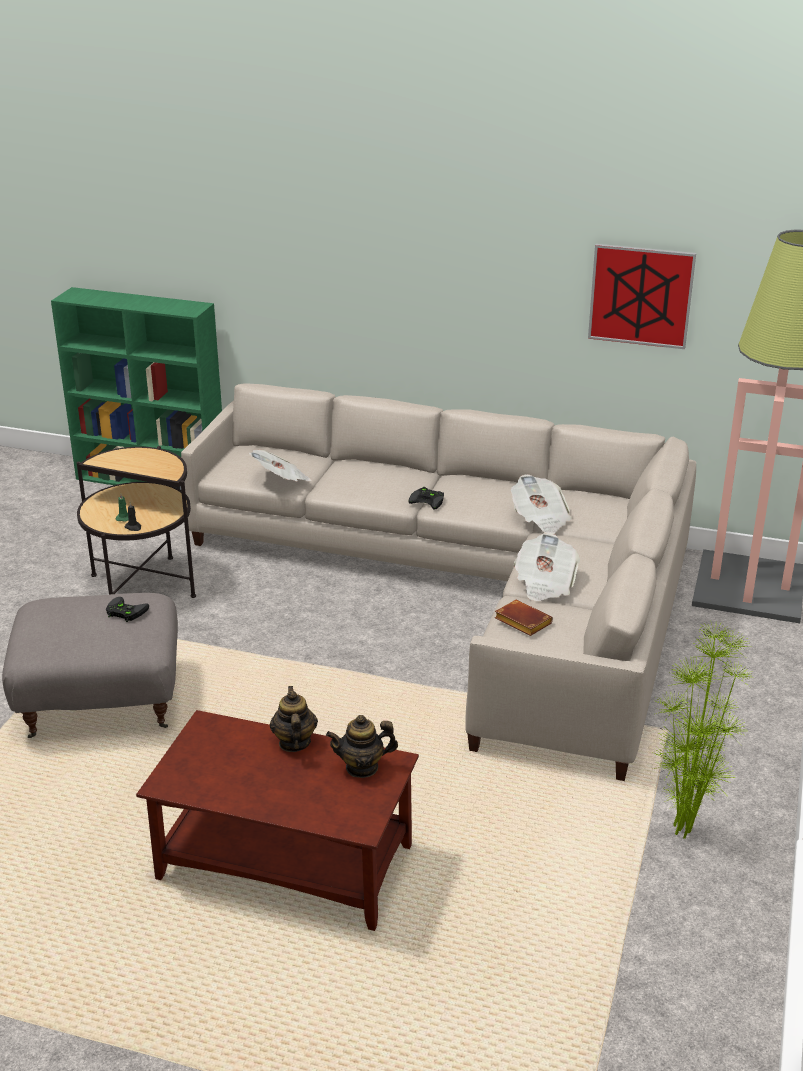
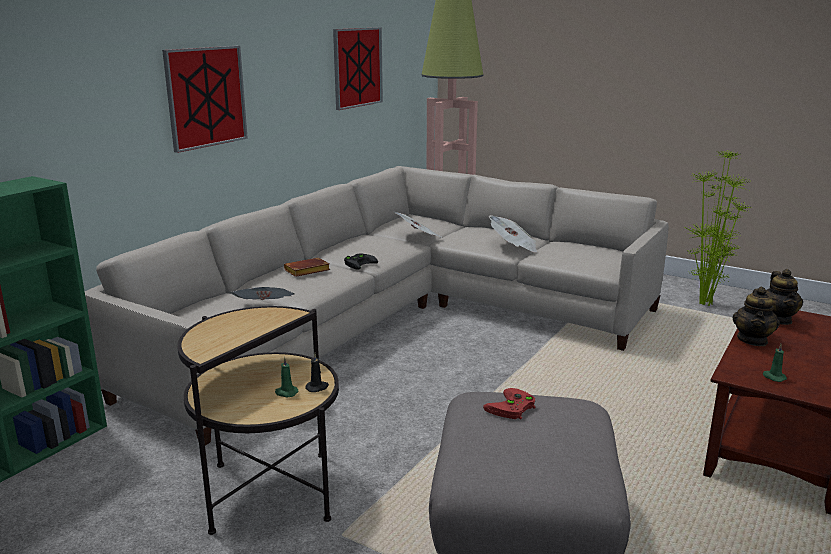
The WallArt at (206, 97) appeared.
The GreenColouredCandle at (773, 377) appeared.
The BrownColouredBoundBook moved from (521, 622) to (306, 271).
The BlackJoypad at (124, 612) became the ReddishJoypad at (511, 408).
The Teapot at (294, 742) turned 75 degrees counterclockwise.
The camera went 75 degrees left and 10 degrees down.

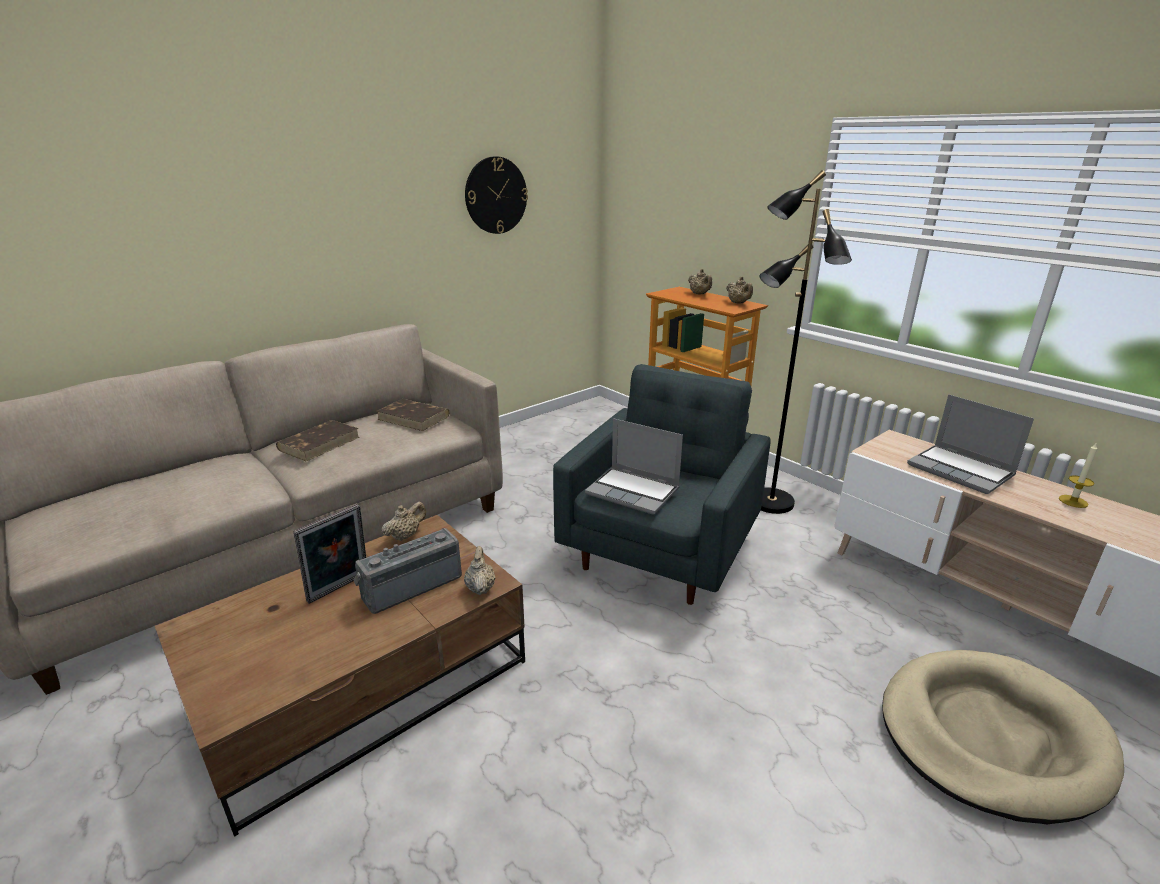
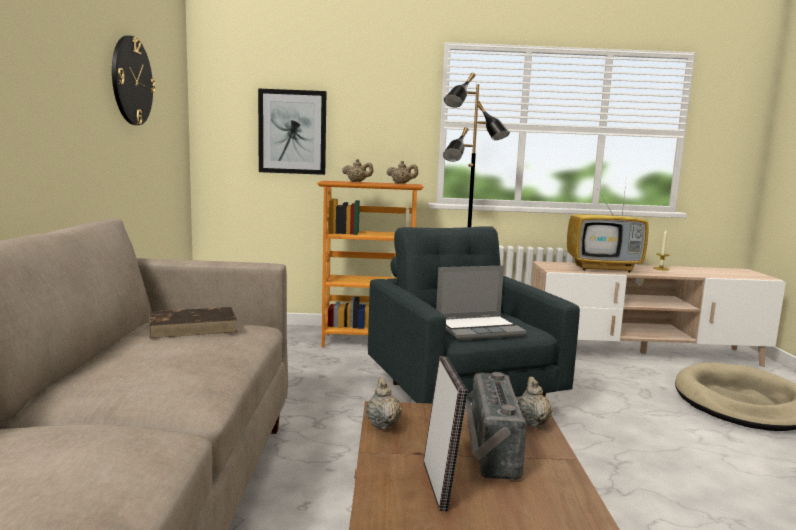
The BrownColouredBoundBook at (320, 443) disappeared.
The WallArt at (292, 132) appeared.
The Laptop at (961, 471) was replaced by the Tv at (604, 268).
The SandColouredTeapot at (480, 588) turned 60 degrees clockwise.
The camera went 50 degrees left and 15 degrees down.

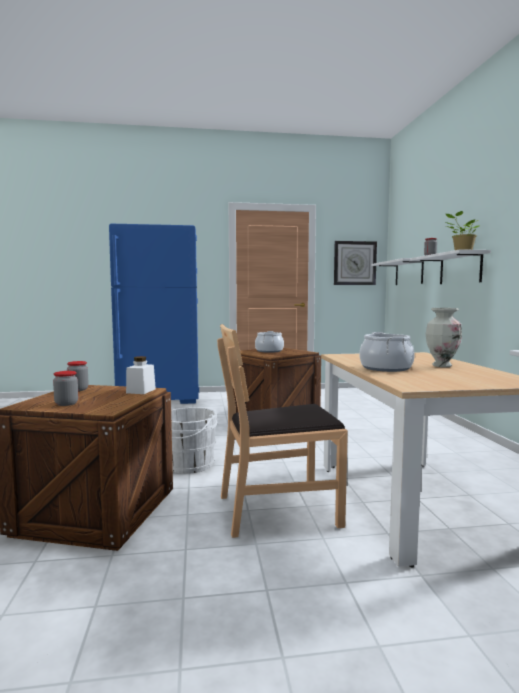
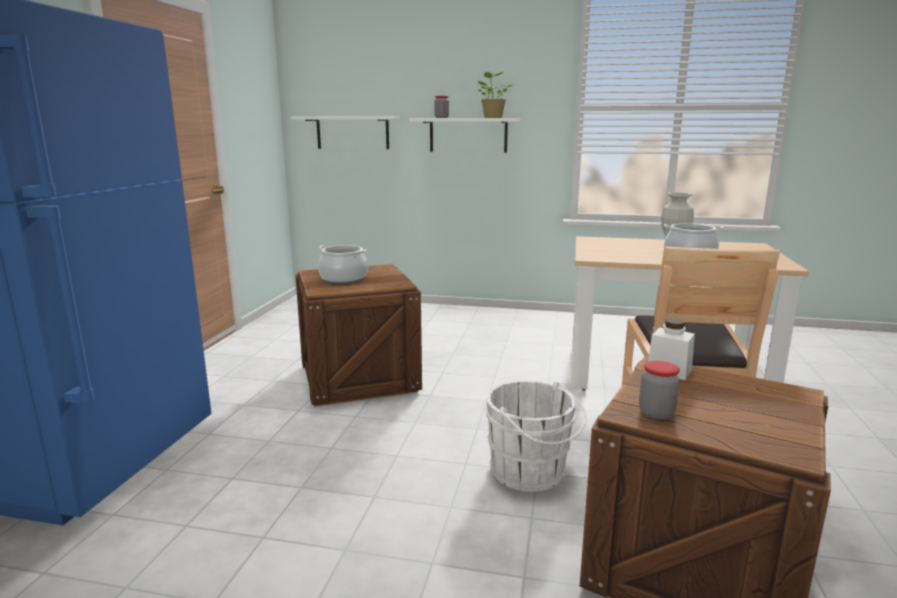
The StorageJar at (66, 404) disappeared.
The ClockOnTheWall at (354, 263) disappeared.
The camera went 70 degrees left and 10 degrees up.

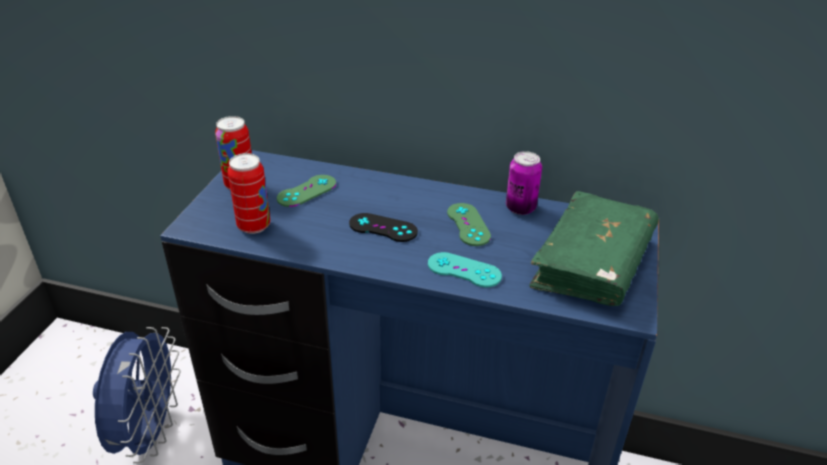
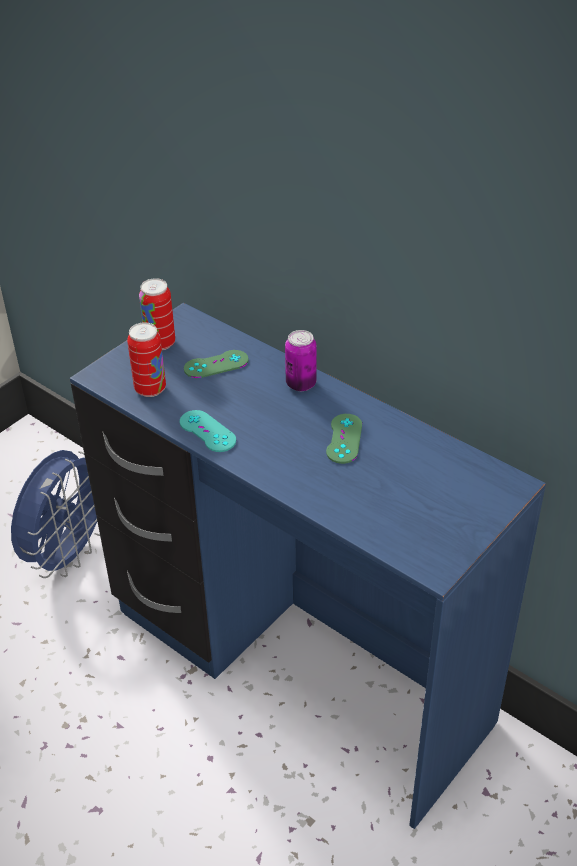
The BlackJoypad at (383, 228) disappeared.
The GreenColouredBoundBook at (592, 263) disappeared.
The BlueGreenJoypad moved from (464, 270) to (207, 431).
The MetalCan moved from (520, 208) to (301, 384).
The camera went 25 degrees right and 5 degrees up.

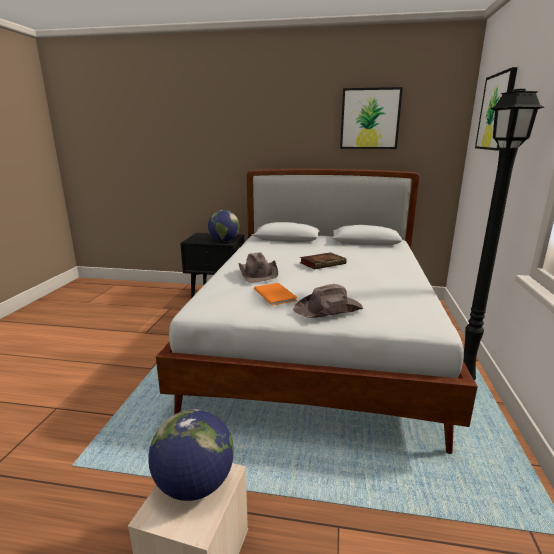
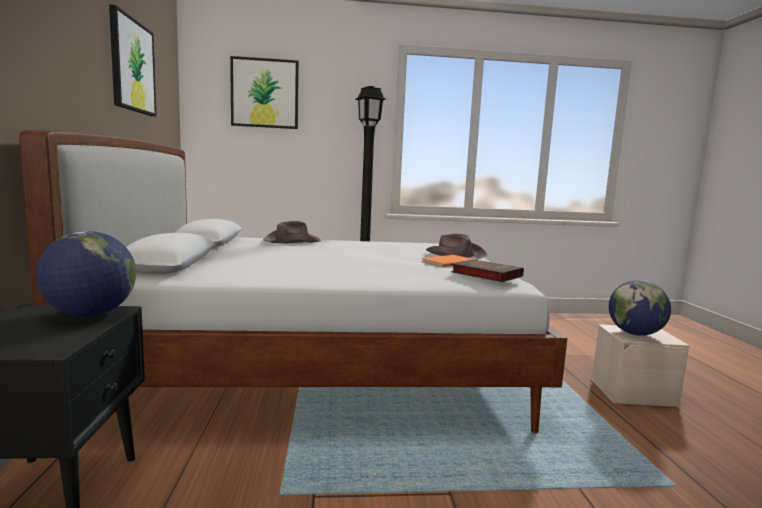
The BrownColouredClothingHat moved from (258, 273) to (291, 241).
The BoundBook moved from (323, 263) to (484, 274).
The camera went 105 degrees left and 10 degrees down.

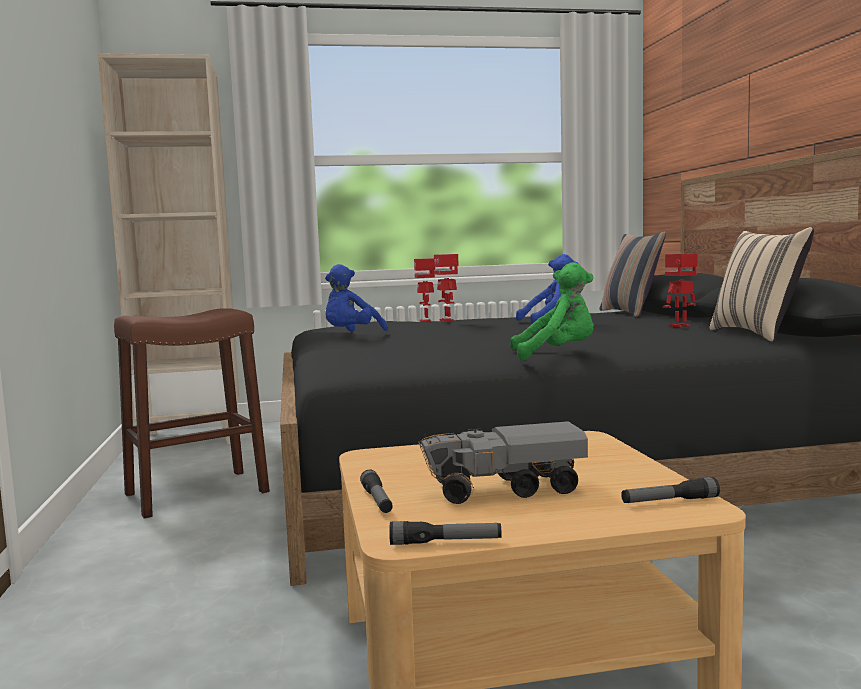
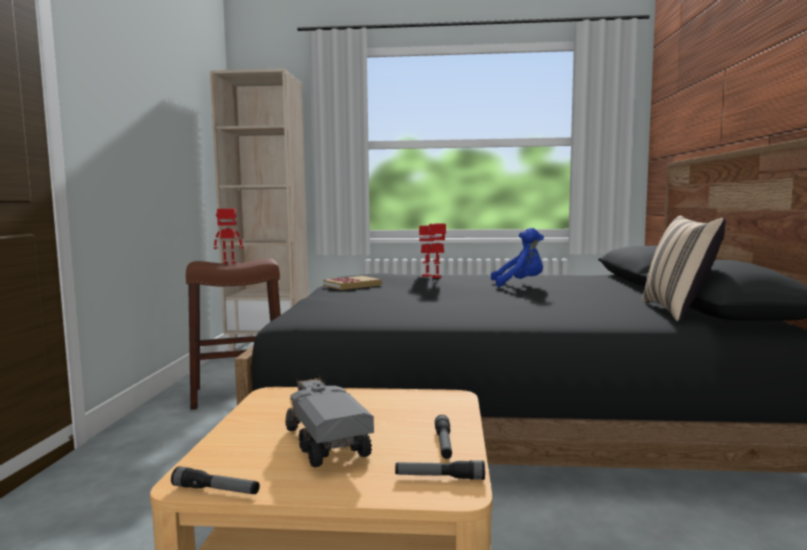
The GreenColouredPlushToy at (557, 355) disappeared.
The ThrowPillow at (630, 313) disappeared.
The HandTorch moved from (377, 501) to (444, 444).
The ToyRobot moved from (680, 326) to (229, 263).
The BlueColouredPlushToy at (351, 335) was replaced by the BoundBook at (352, 285).
The ToyTruck at (505, 489) turned 60 degrees clockwise.
The camera went 15 degrees right and 0 degrees up.

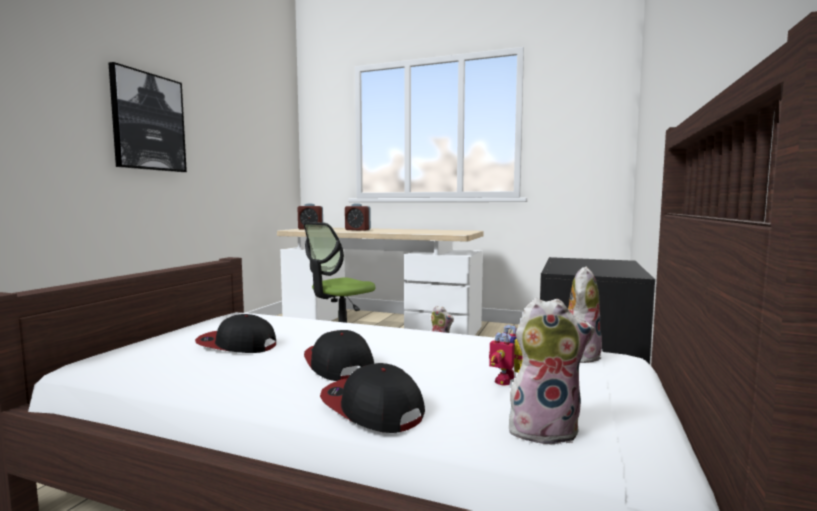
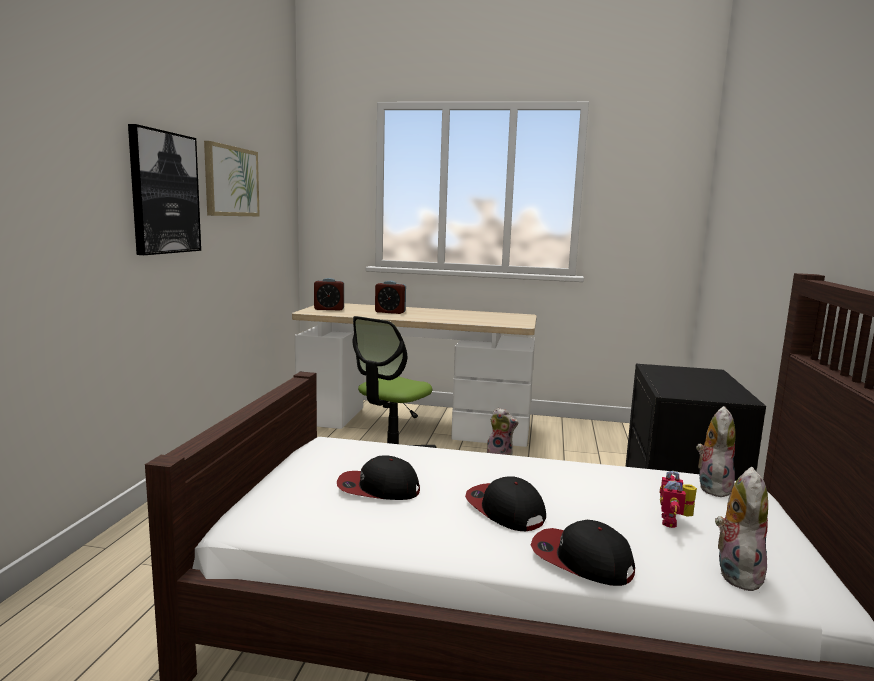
The WallArt at (231, 181) appeared.
The PlushToy at (544, 429) turned 60 degrees counterclockwise.
The camera went 10 degrees left and 5 degrees up.

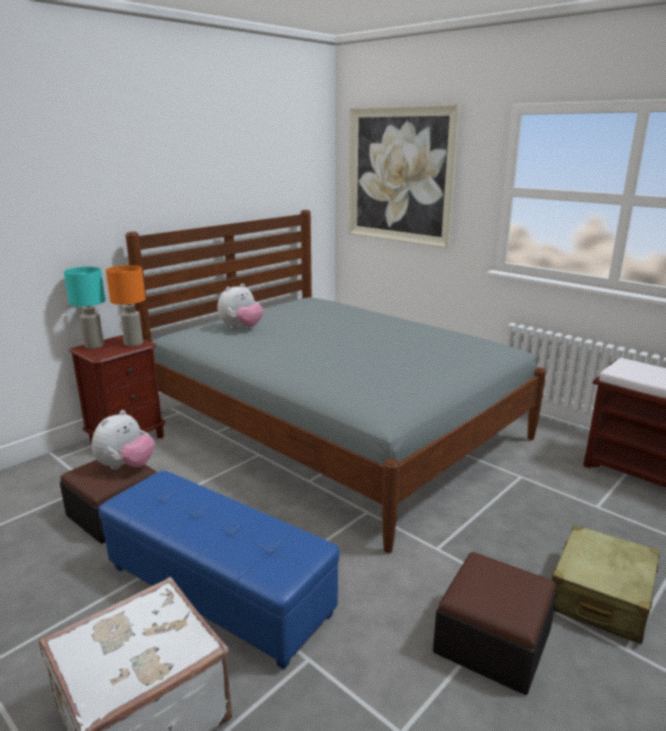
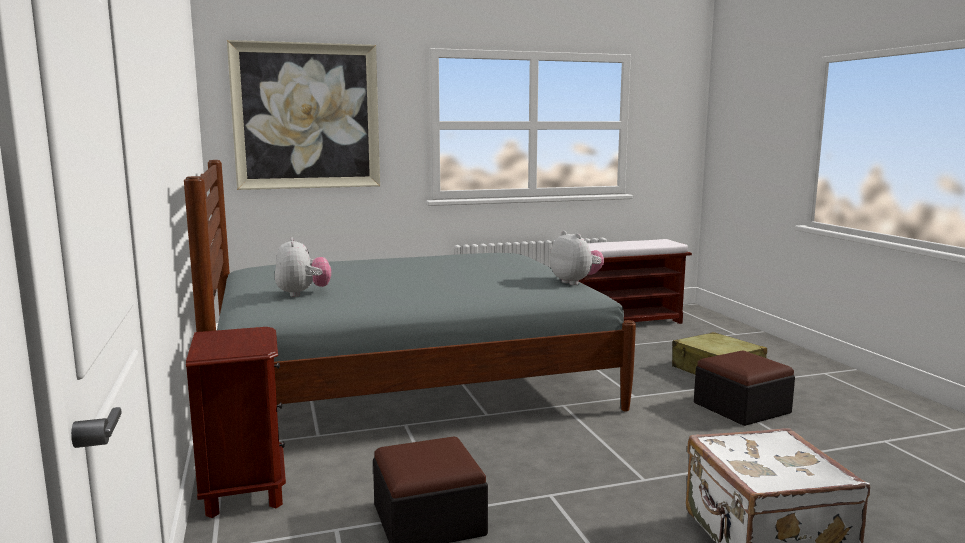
The BlueGreenTabletopLamp at (94, 346) disappeared.
The BlueColouredOttoman at (220, 590) disappeared.
The OrangeyTabletopLamp at (133, 344) disappeared.
The PlushToy moved from (126, 466) to (575, 282).
The camera went 60 degrees left and 10 degrees down.

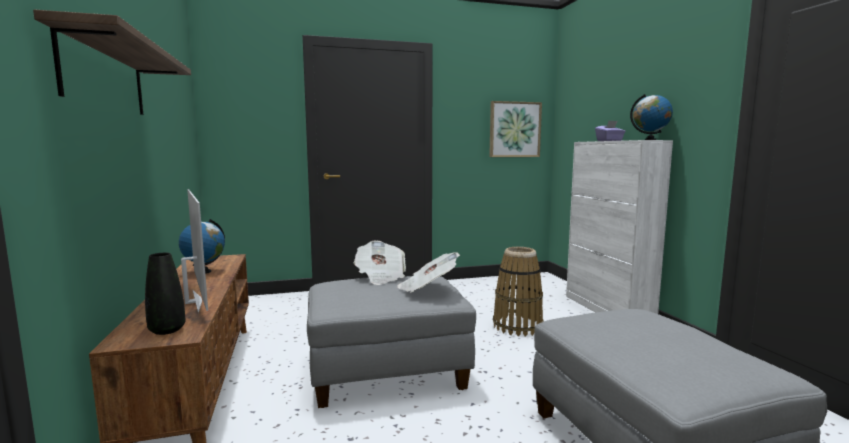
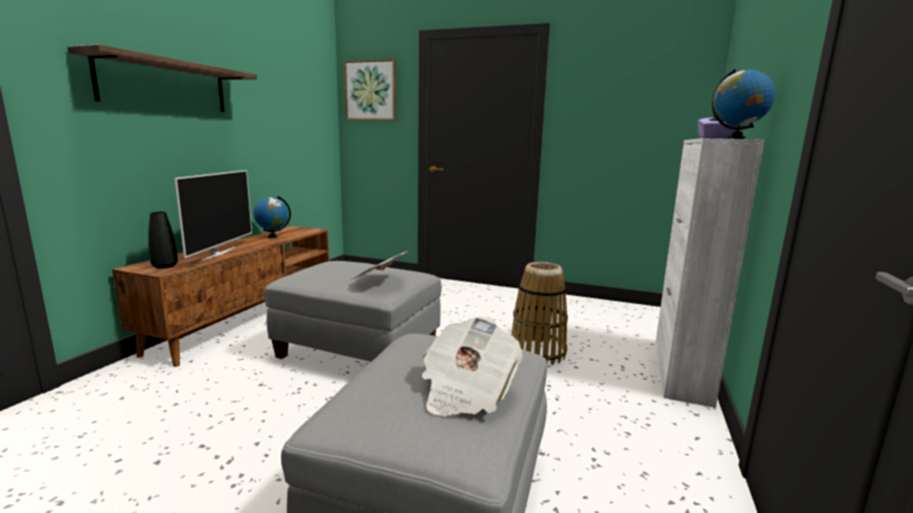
The PrintedPaper moved from (380, 277) to (466, 391).
The WallArt moved from (514, 129) to (371, 90).
The camera went 35 degrees right and 5 degrees up.

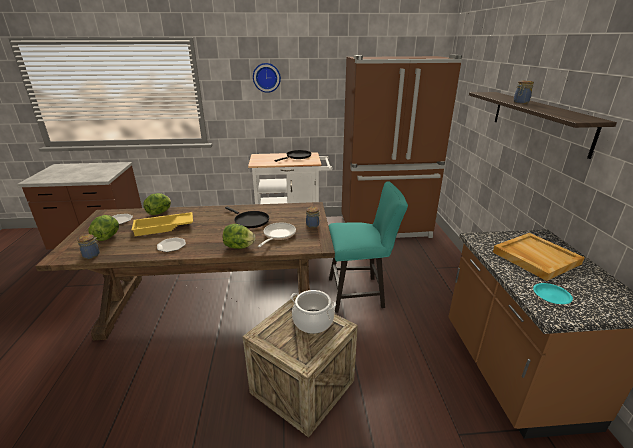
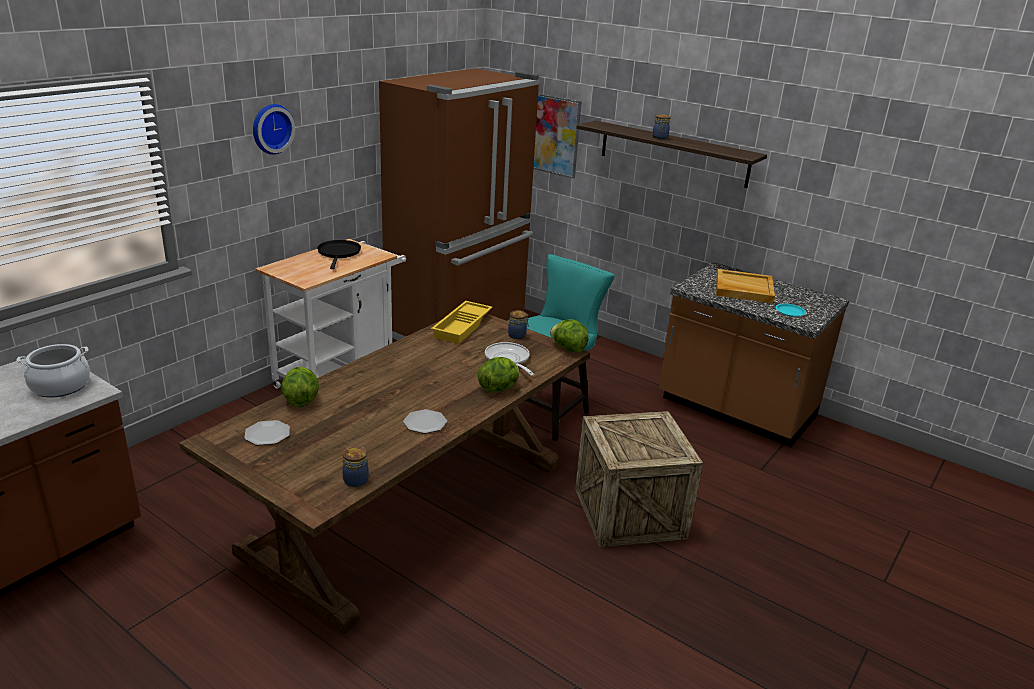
The BlackPan at (250, 221) disappeared.
The WallArt at (553, 135) appeared.
The HeadOfLettuce moved from (108, 237) to (568, 349).
The YellowColouredCarryingTray moved from (164, 228) to (463, 327).
The Stockpot moved from (313, 321) to (60, 386).
The camera went 50 degrees left and 0 degrees up.

